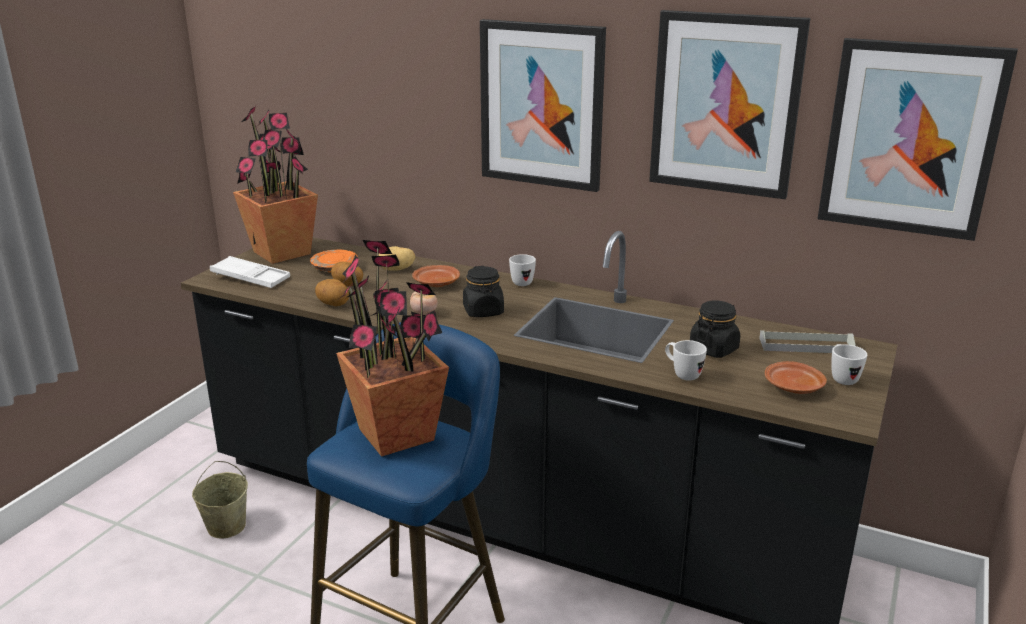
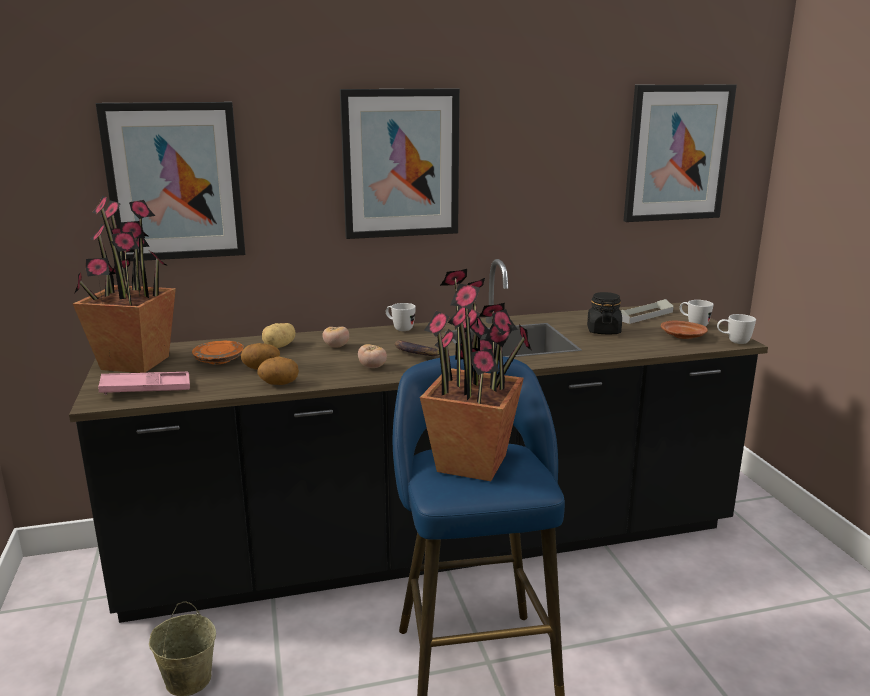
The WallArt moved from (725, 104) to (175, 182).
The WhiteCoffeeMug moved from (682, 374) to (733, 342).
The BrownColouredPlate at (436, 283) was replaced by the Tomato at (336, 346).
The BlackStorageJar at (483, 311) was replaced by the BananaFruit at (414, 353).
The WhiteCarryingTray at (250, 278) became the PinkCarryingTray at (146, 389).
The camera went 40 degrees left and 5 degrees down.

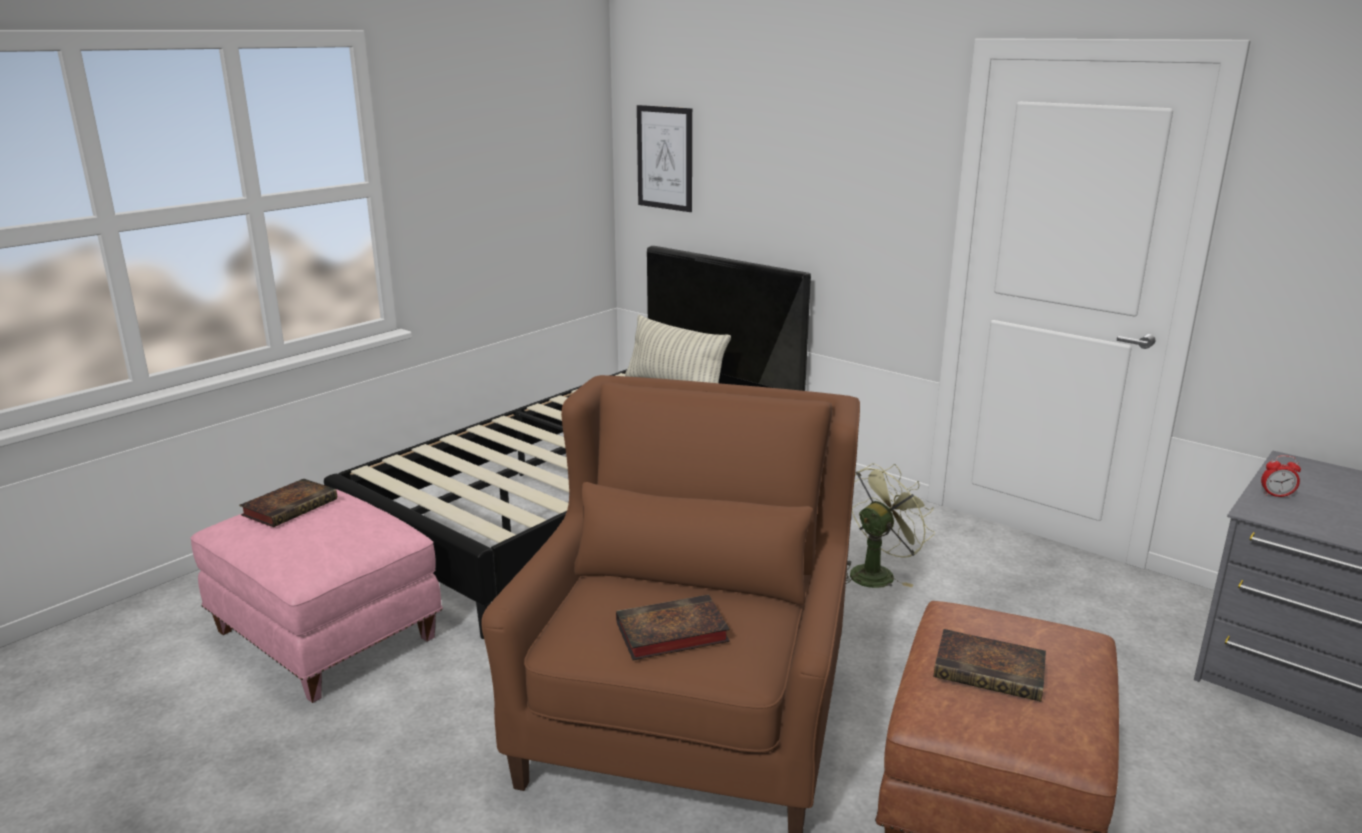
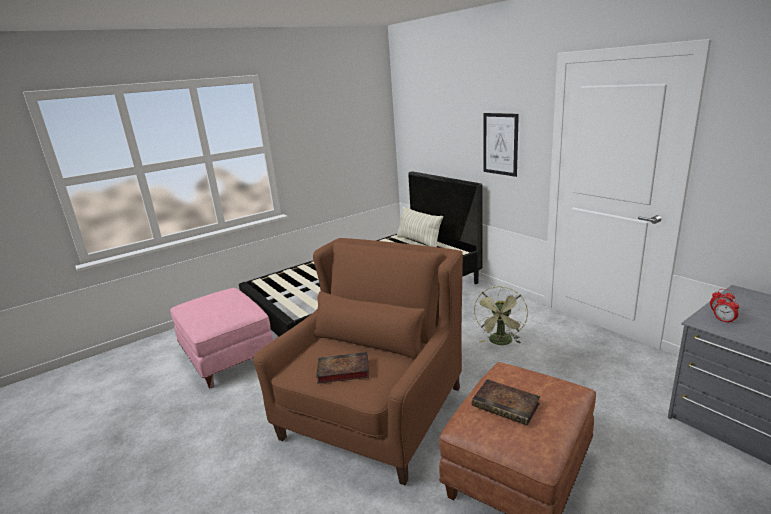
The BoundBook at (291, 507) disappeared.
The BedsideClock at (724, 320) appeared.
The WallArt moved from (665, 158) to (500, 144).
The GreenColouredCoolingFan at (877, 573) turned 135 degrees clockwise.
The camera went 15 degrees right and 0 degrees up.

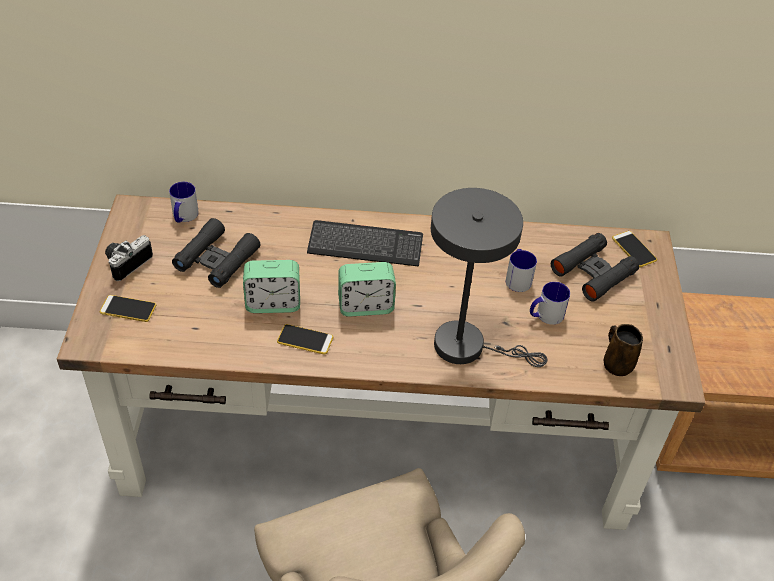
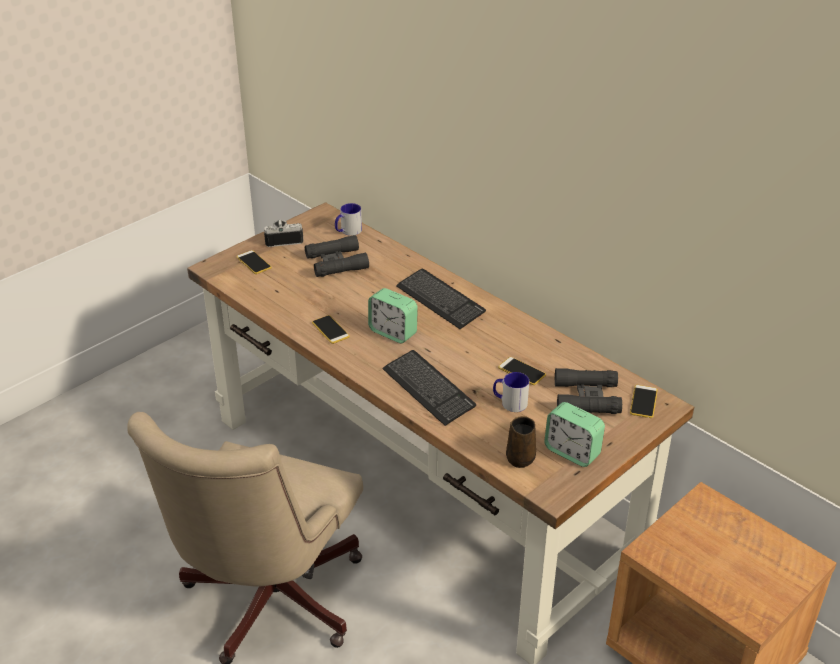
The BedsideClock moved from (273, 303) to (572, 452).
The GreyTabletopLamp at (468, 346) was replaced by the Keyboard at (428, 389).
The CoffeeMug at (517, 278) was replaced by the Handset at (521, 371).
The camera went 45 degrees right and 10 degrees down.

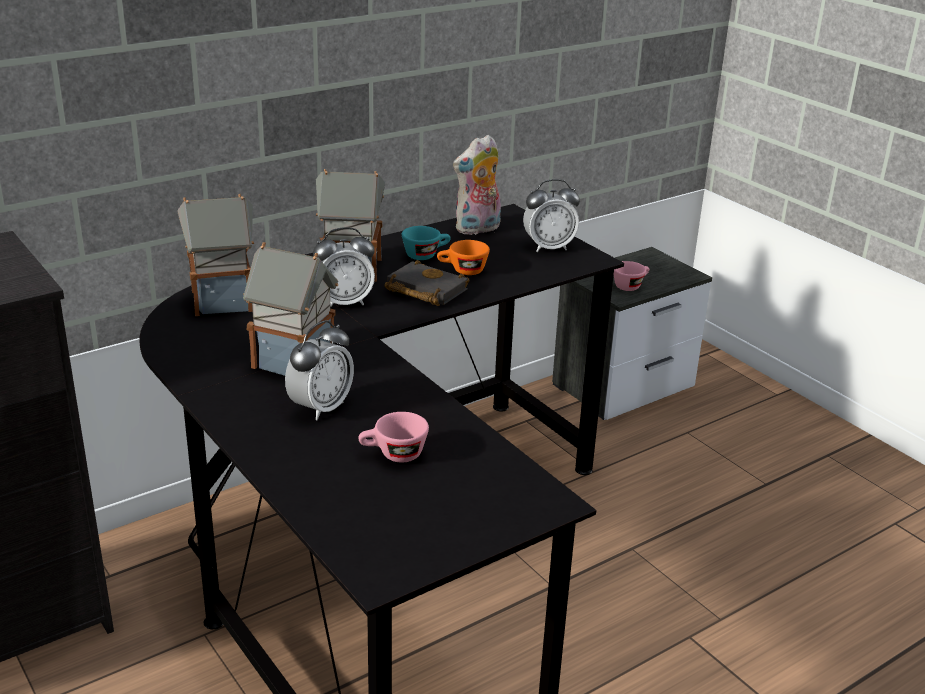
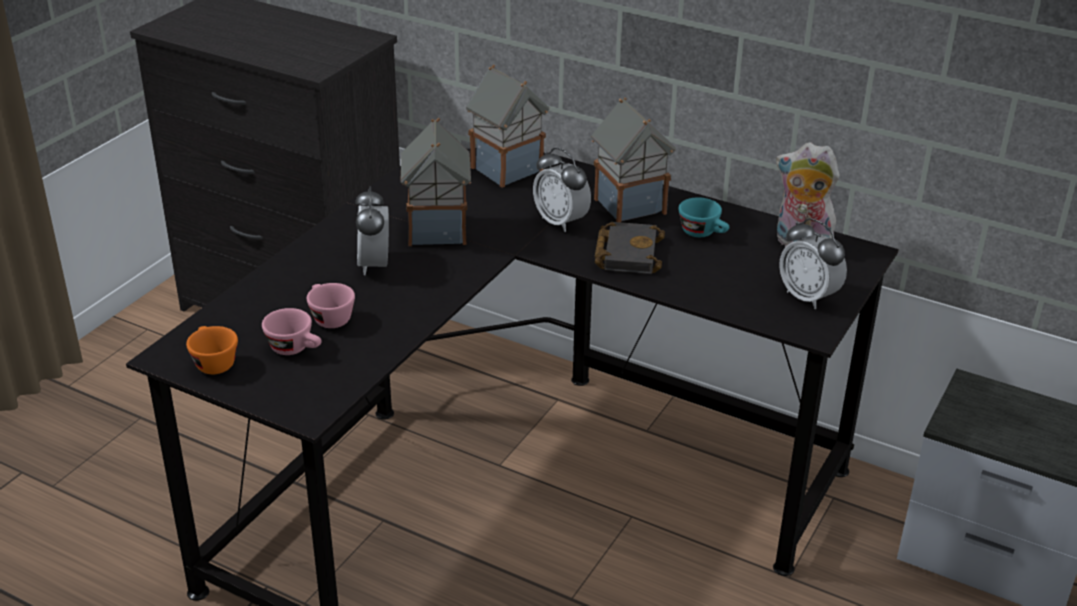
The OrangeyCup moved from (462, 271) to (212, 362).
The PinkCup moved from (630, 285) to (296, 349).
The BedsideClock at (321, 407) turned 75 degrees clockwise.
The camera went 65 degrees right and 5 degrees up.

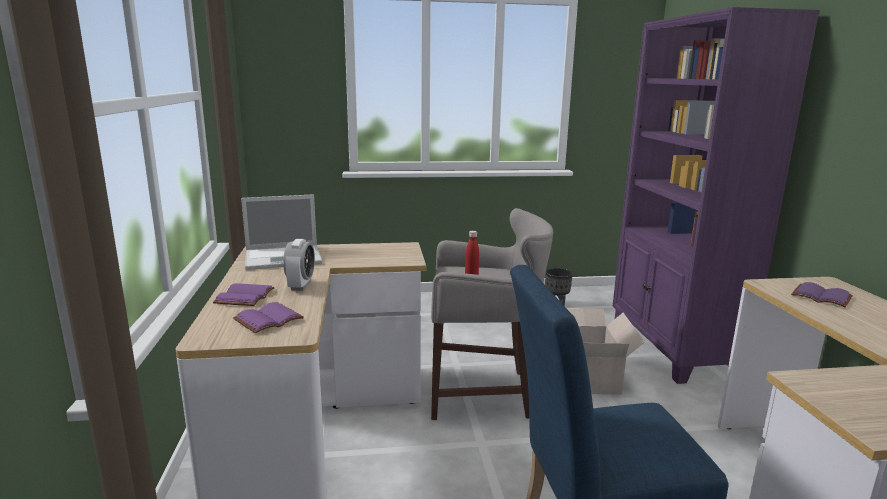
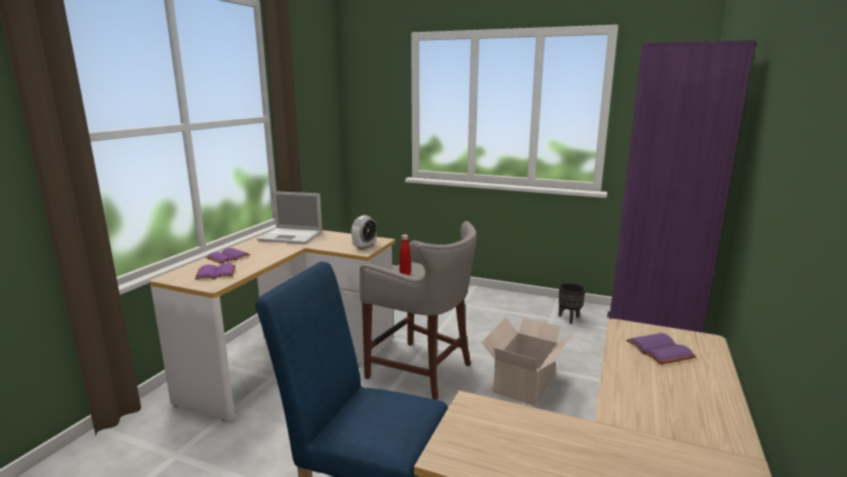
The BedsideClock moved from (301, 285) to (364, 246).
The camera went 30 degrees right and 0 degrees up.

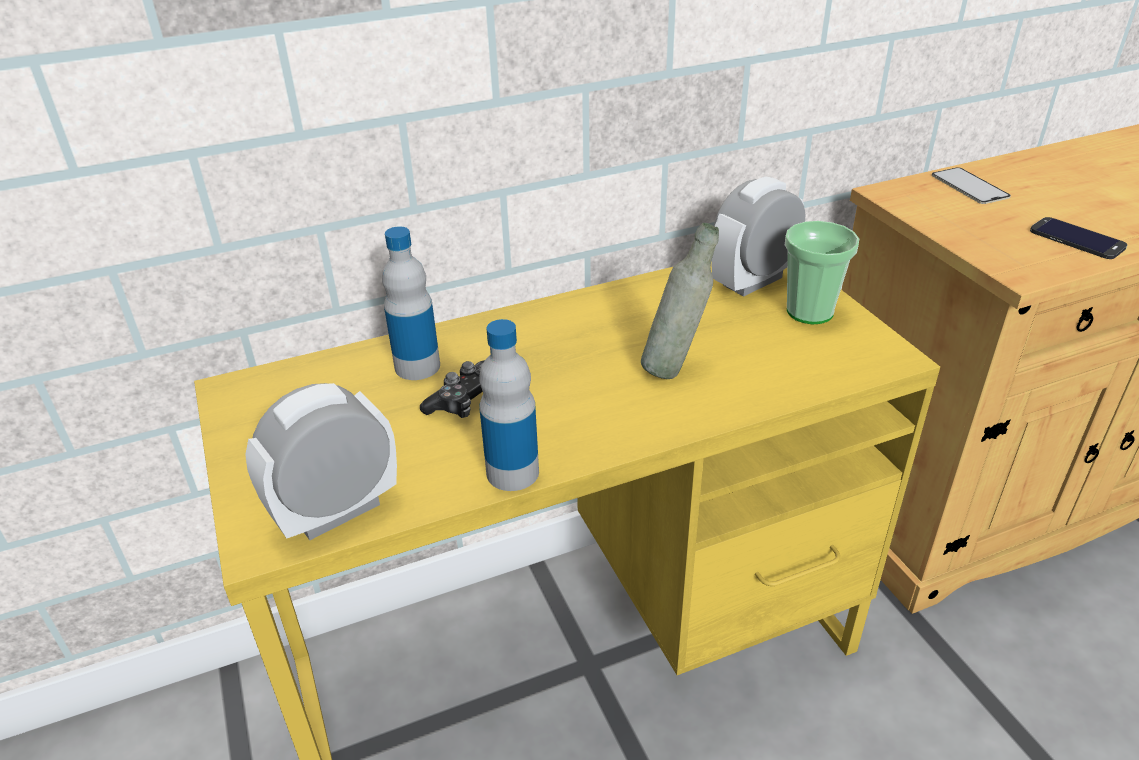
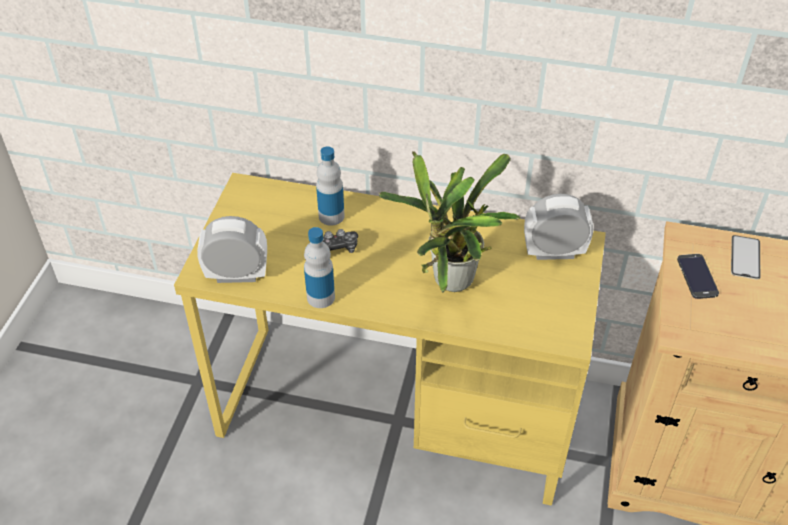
The Cup at (810, 311) disappeared.
The Handset moved from (1077, 239) to (697, 276).
The GreyBeverageBottle at (675, 368) was replaced by the PottedPlant at (450, 284).
The camera went 35 degrees right and 10 degrees up.

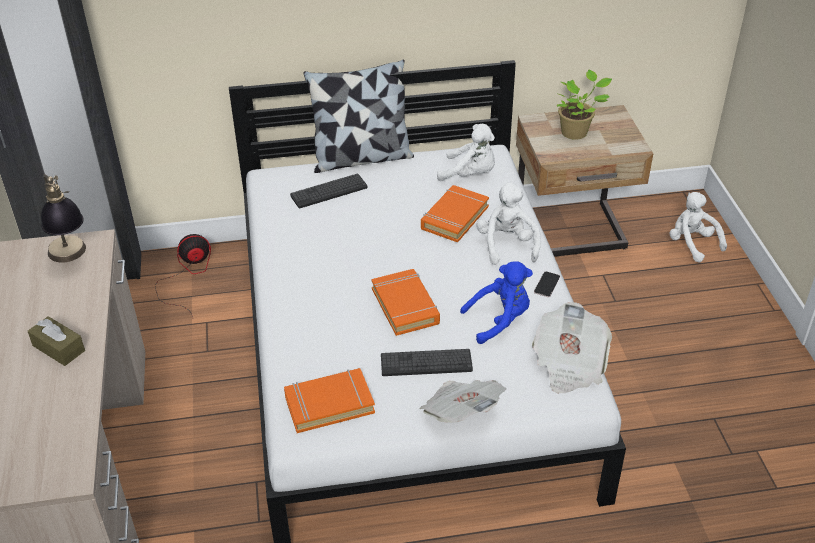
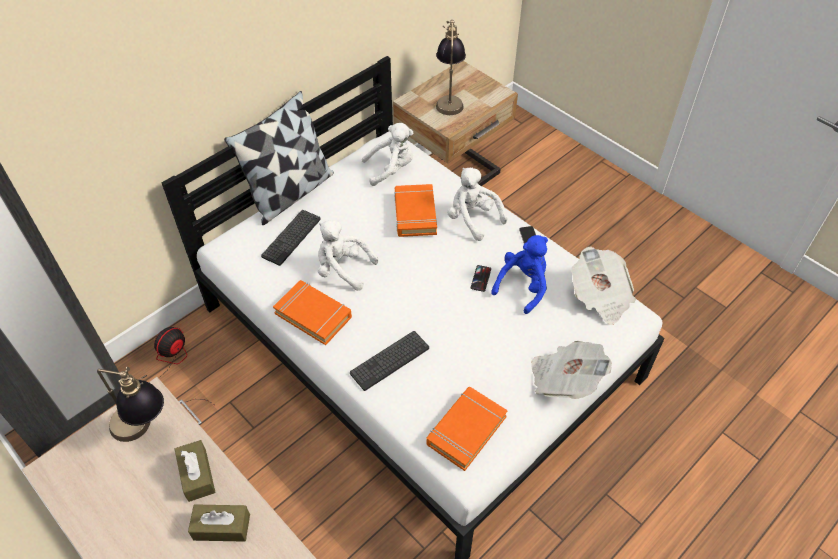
The BrownColouredBoxOfTissues at (197, 475) appeared.
The Handset at (481, 278) appeared.
The OrangeyBoundBook moved from (405, 306) to (313, 315).
The Keyboard moved from (426, 363) to (390, 360).
The WhitePlushToy moved from (692, 244) to (343, 269).
The PottedPlant at (576, 132) was replaced by the TabletopLamp at (449, 98).
The camera went 35 degrees left and 10 degrees up.

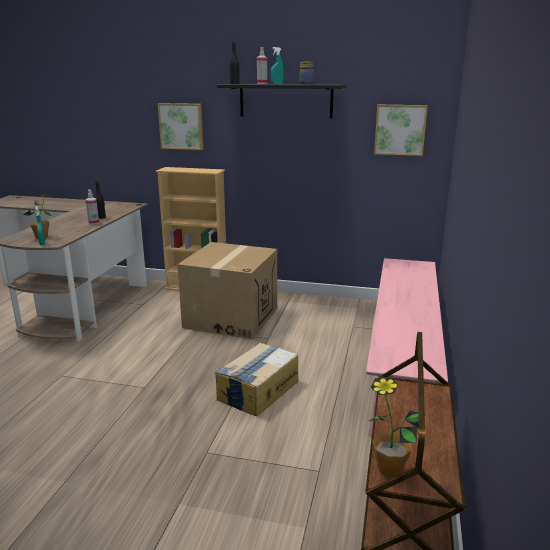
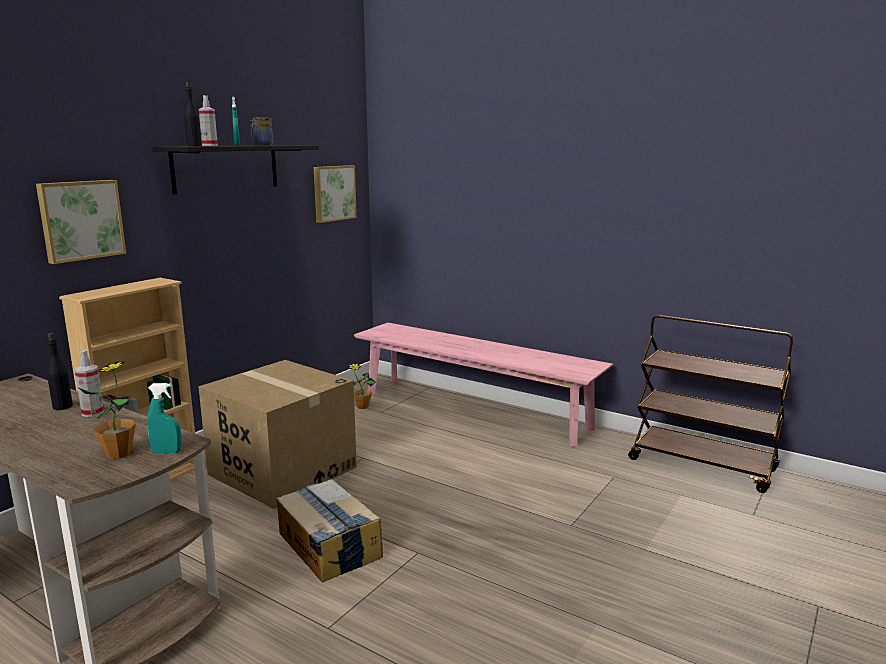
The PackingBox moved from (257, 390) to (329, 546).
The PottedPlant moved from (389, 469) to (362, 407).
The camera went 70 degrees left and 5 degrees down.

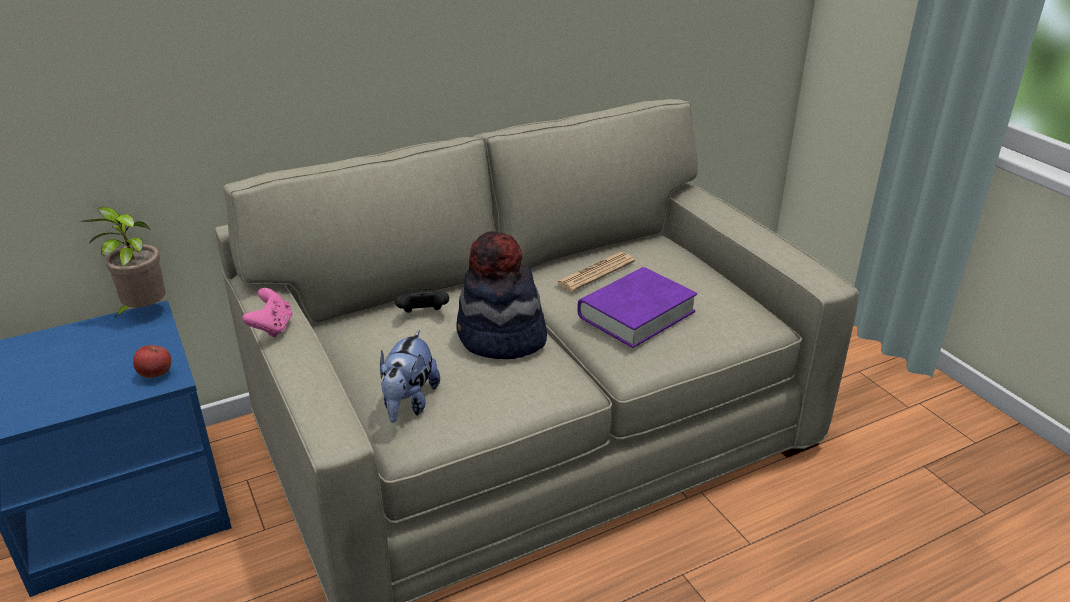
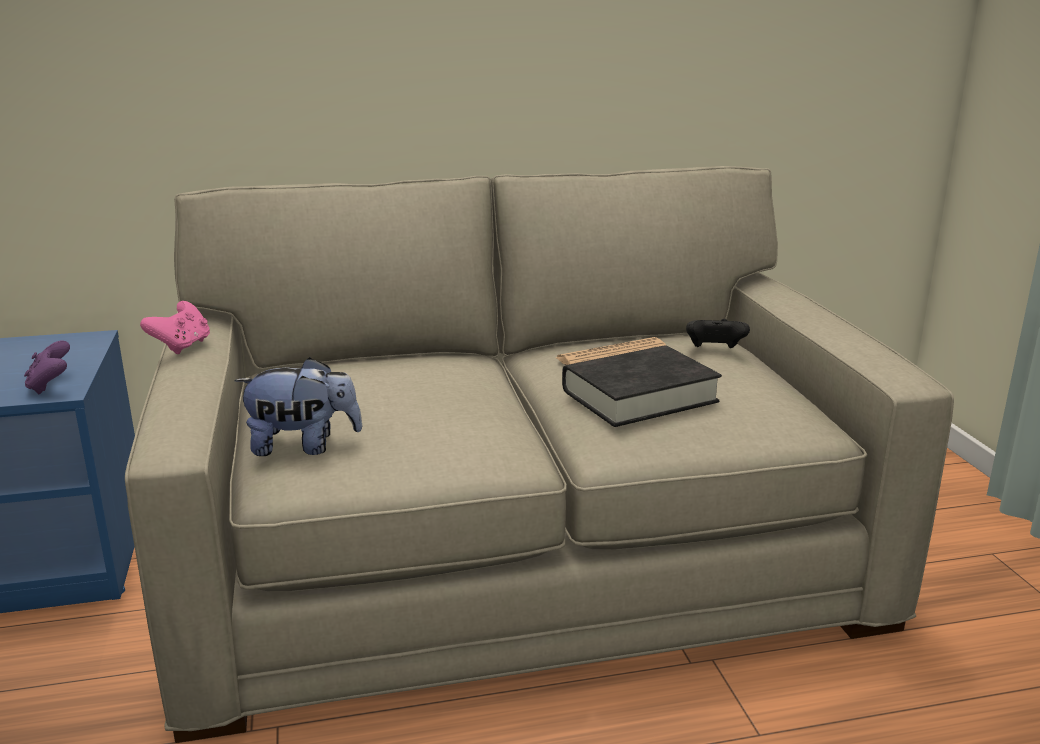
The PottedPlant at (143, 312) disappeared.
The ClothingHat at (501, 338) disappeared.
The BlackJoypad moved from (423, 315) to (714, 350).
The Apple at (156, 374) was replaced by the PurplishJoypad at (51, 386).
The PurplishBoundBook at (636, 314) became the BlackBoundBook at (639, 396).
The PlushToy at (409, 403) turned 120 degrees counterclockwise.
The camera went 15 degrees right and 10 degrees down.

